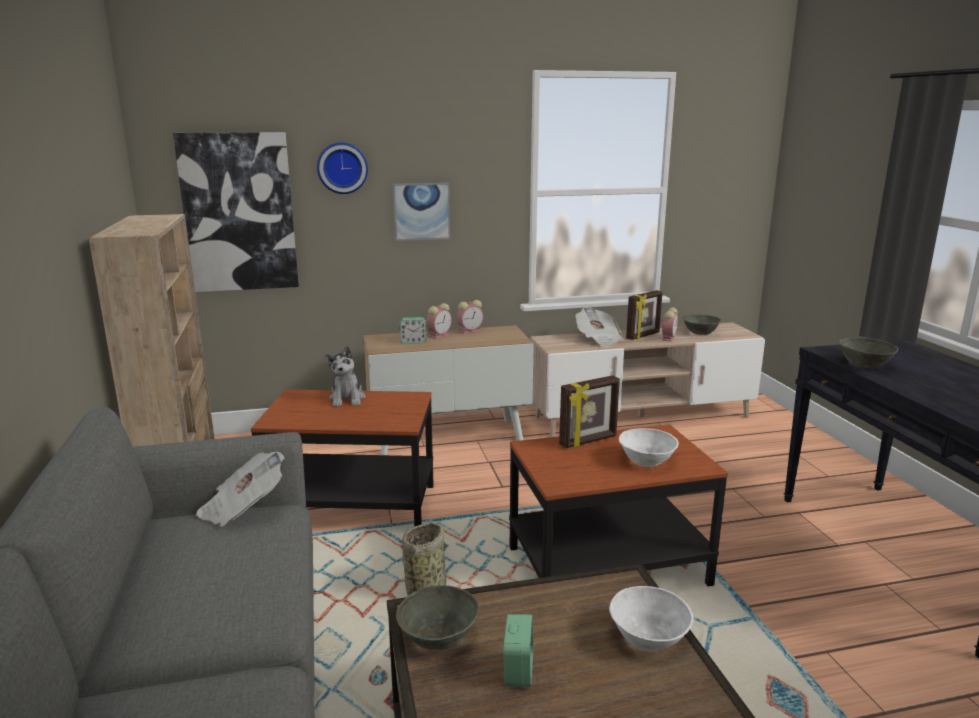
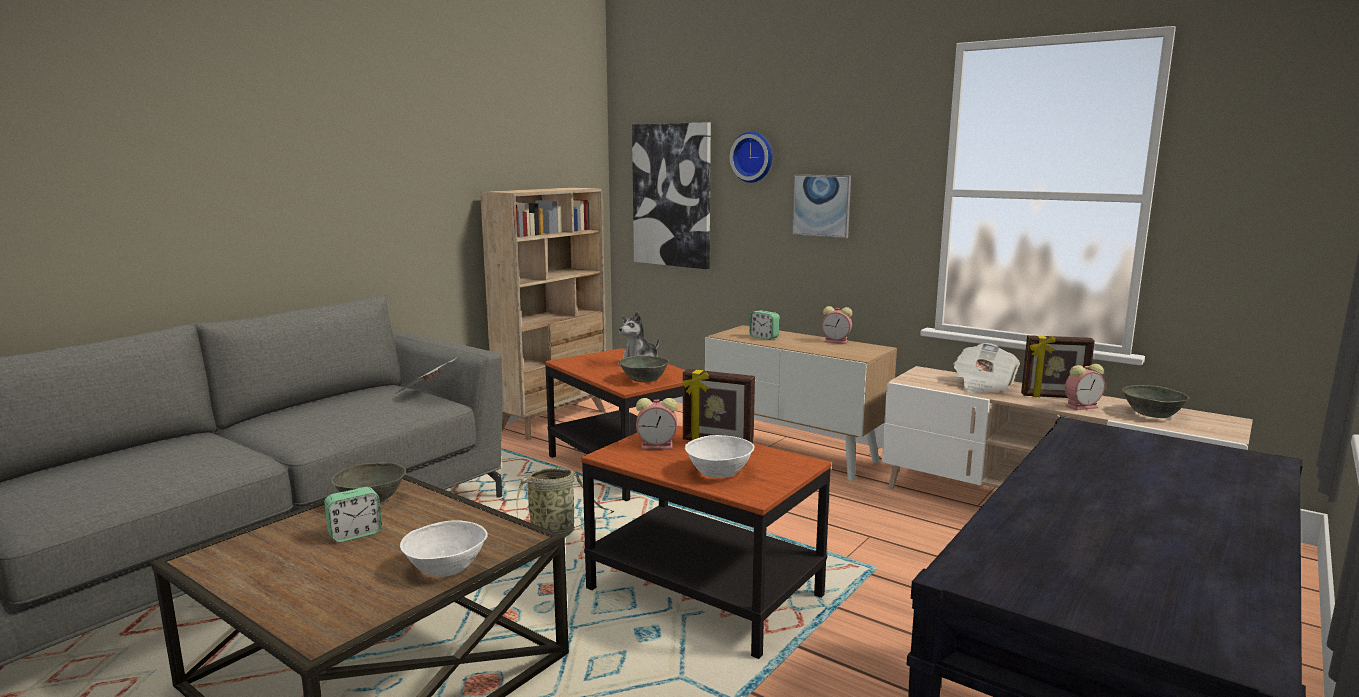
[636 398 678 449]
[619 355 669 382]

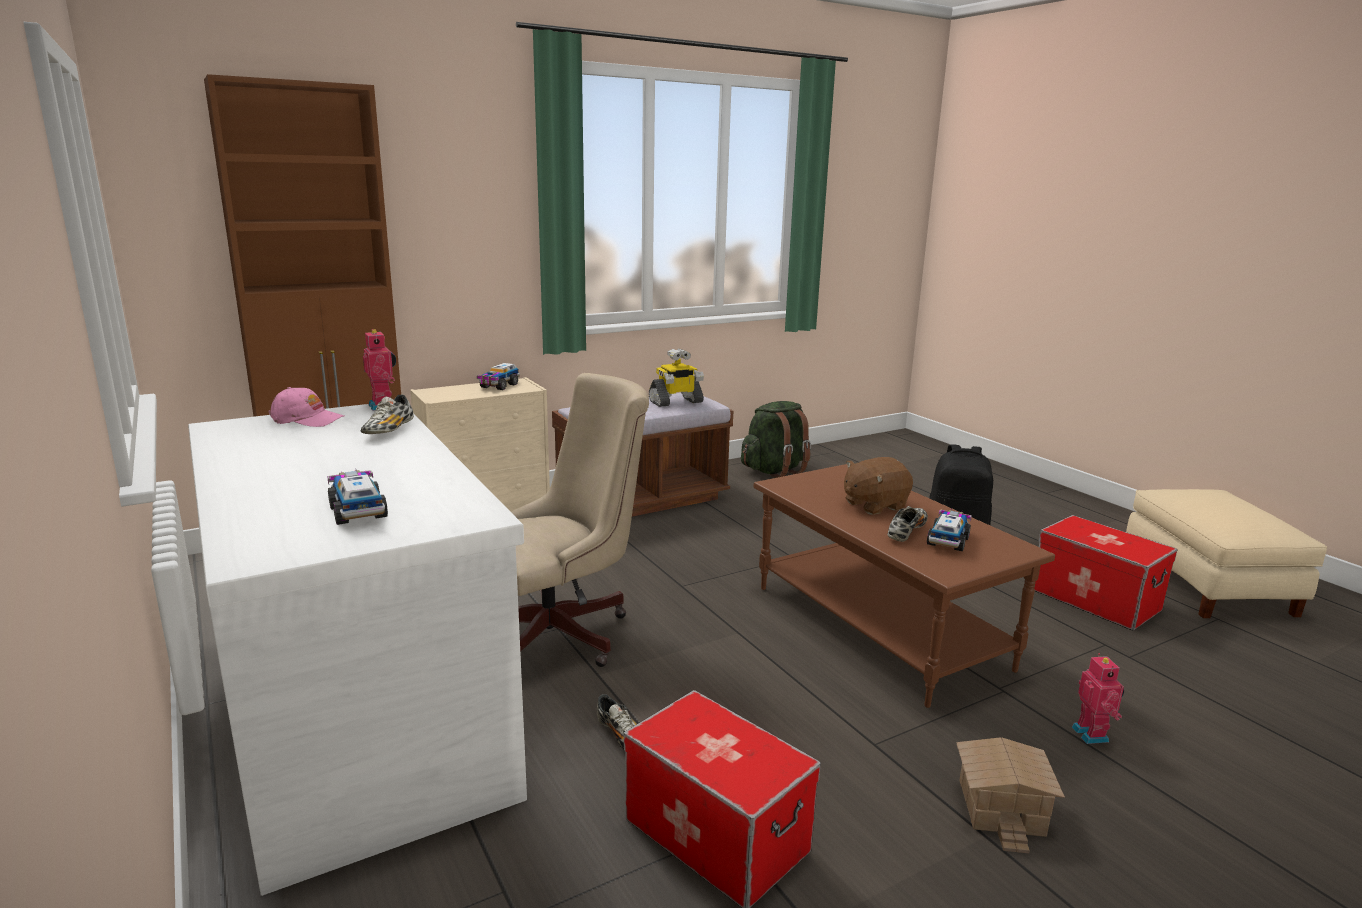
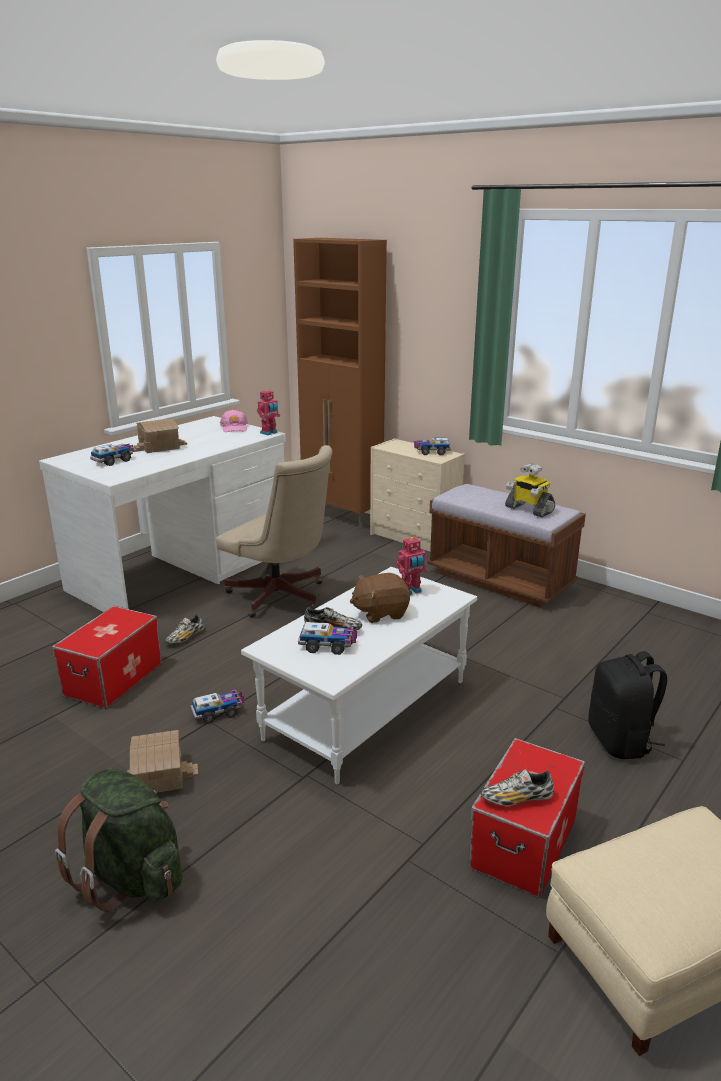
[480 770 554 806]
[55 768 183 912]
[350 573 410 623]
[241 567 477 784]
[396 537 427 595]
[133 418 187 453]
[191 690 244 724]

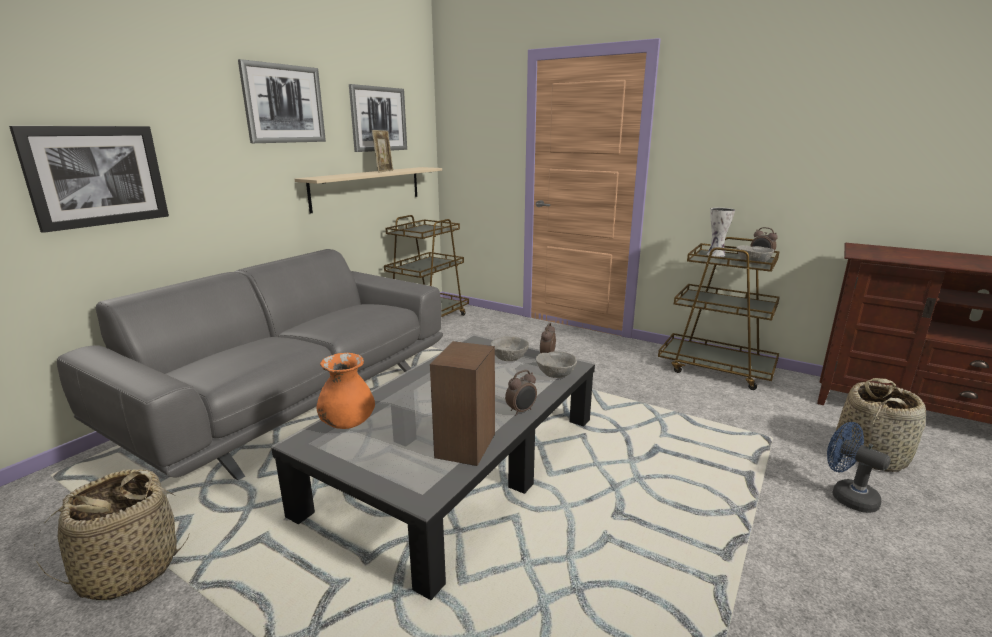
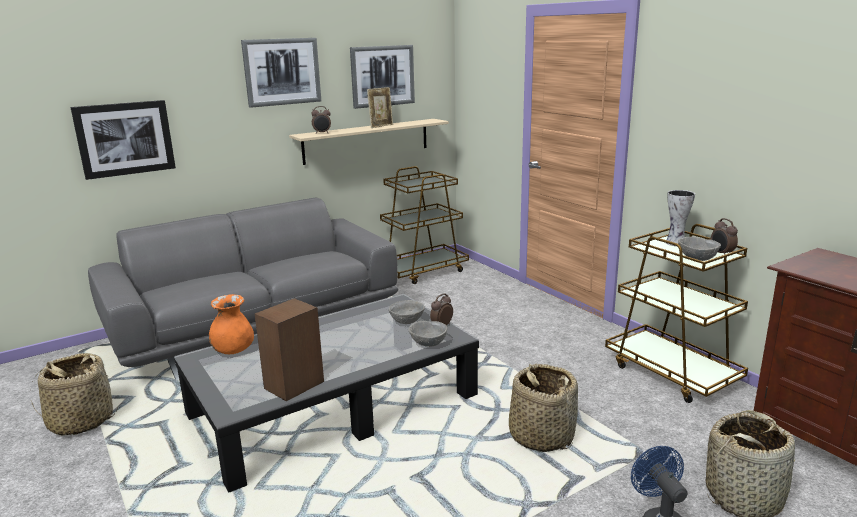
[311 106 331 134]
[509 364 578 452]

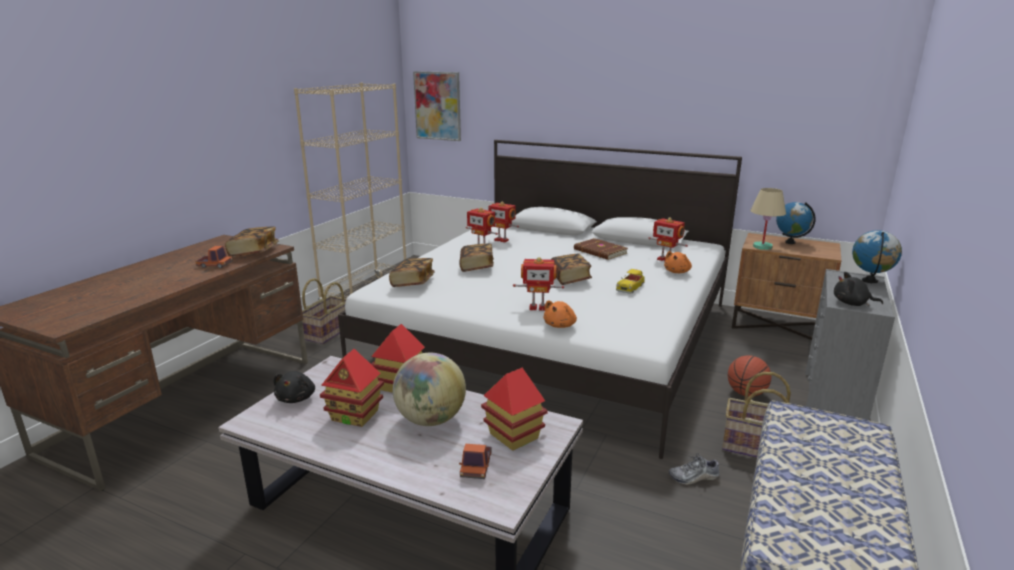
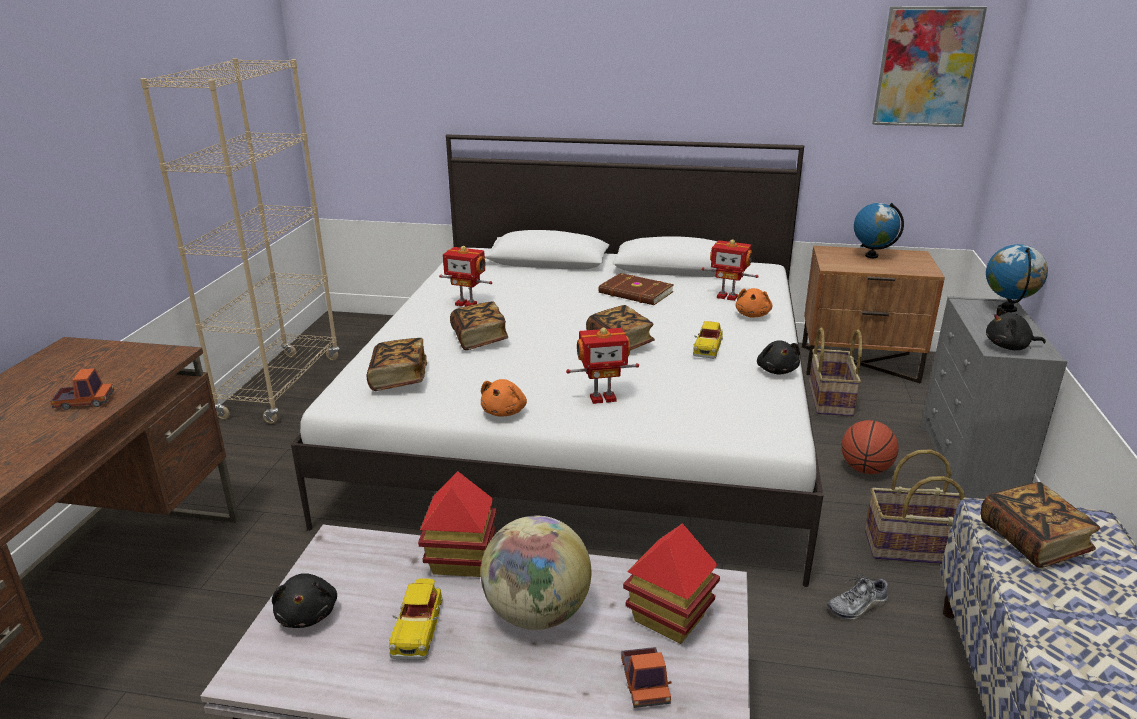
[872 6 987 127]
[750 188 786 250] (first image)
[489 201 519 243] (first image)
[981 482 1100 568]
[809 328 862 416]
[481 379 527 417]
[389 578 443 660]
[757 340 800 374]

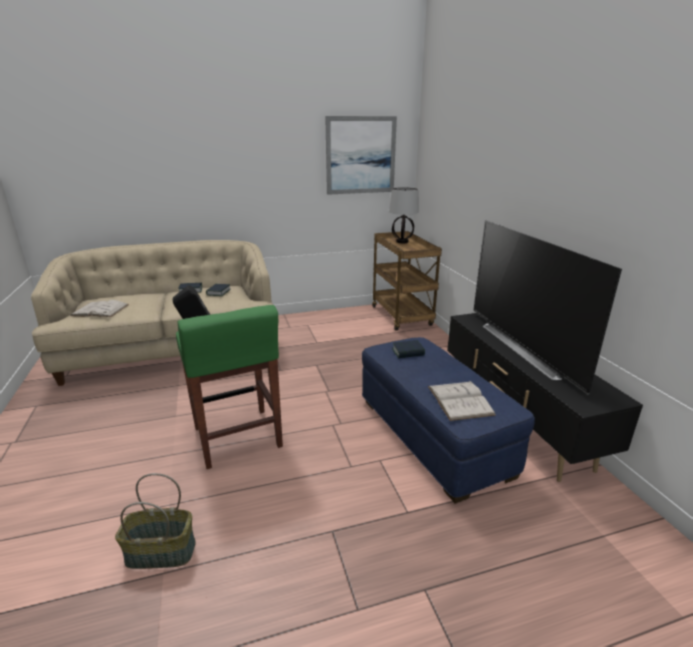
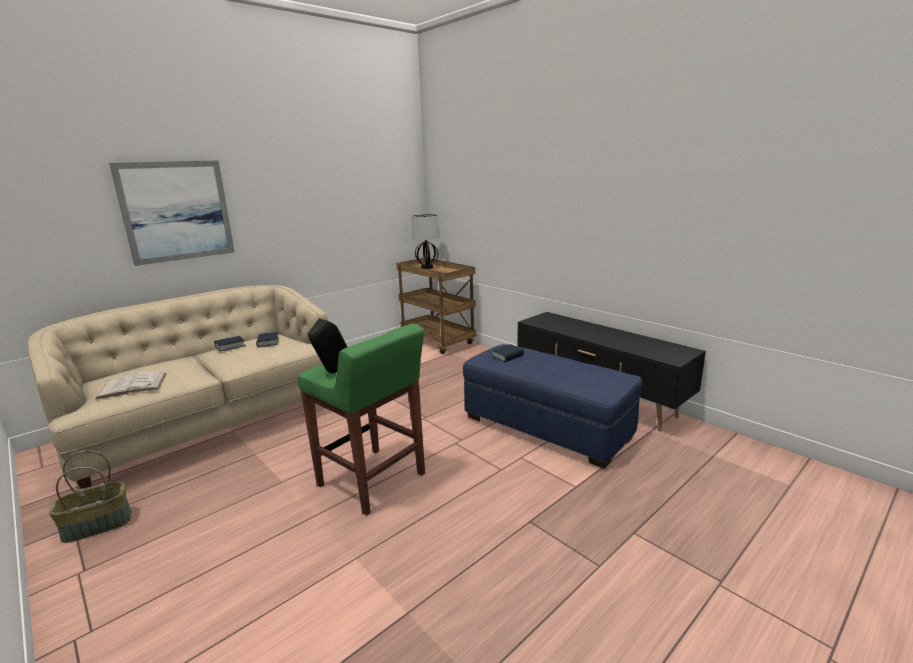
[109 160 235 266]
[473 220 622 394] (first image)
[428 381 496 421] (first image)
[49 451 131 543]

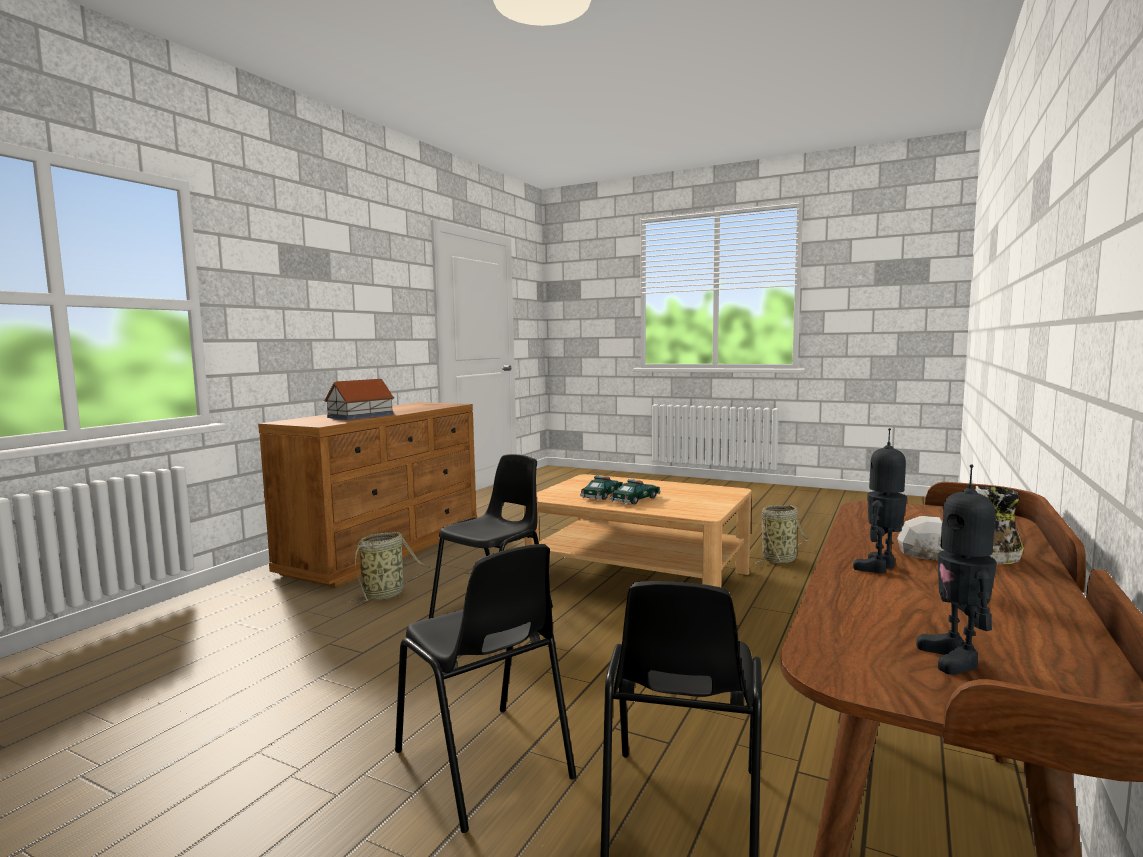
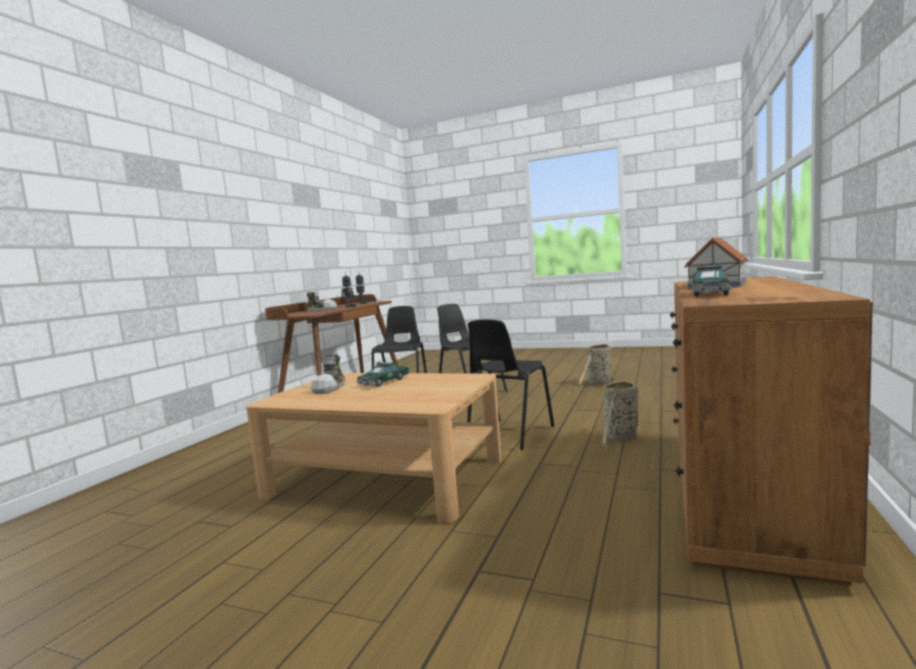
[691 264 732 296]
[579 344 615 389]
[311 355 345 394]

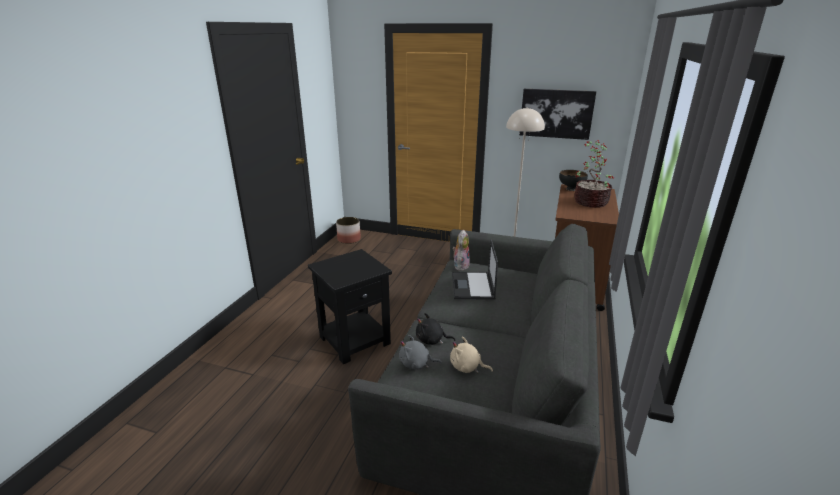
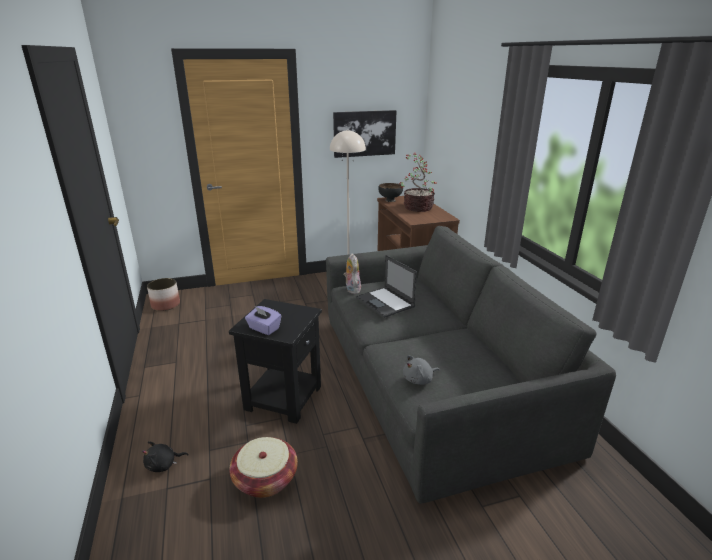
[142 441 188 472]
[450 337 493 373] (first image)
[245 306 281 335]
[229 437 298 498]

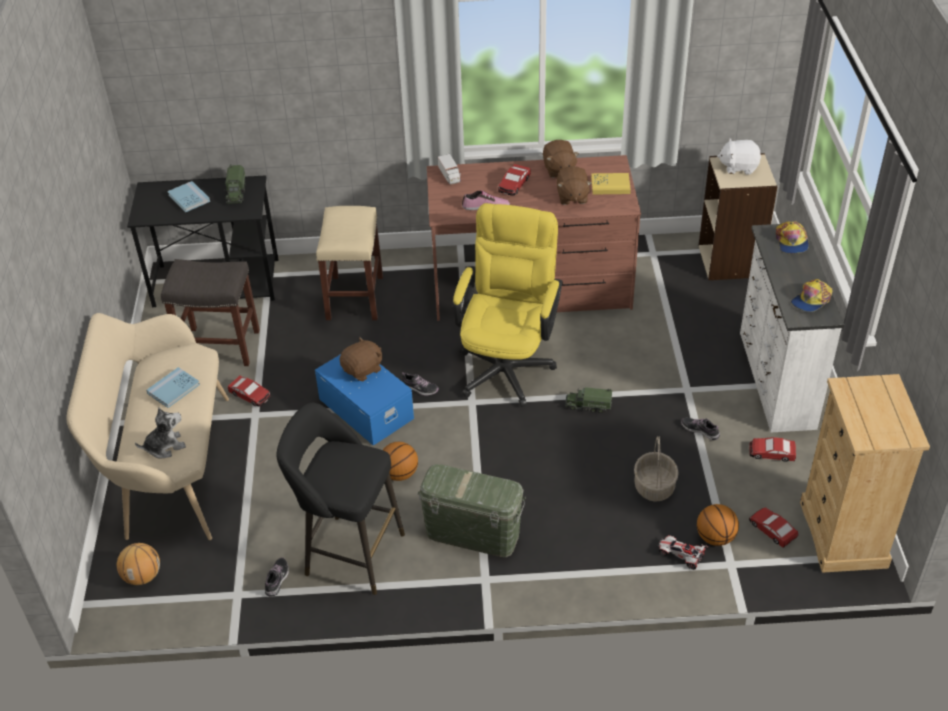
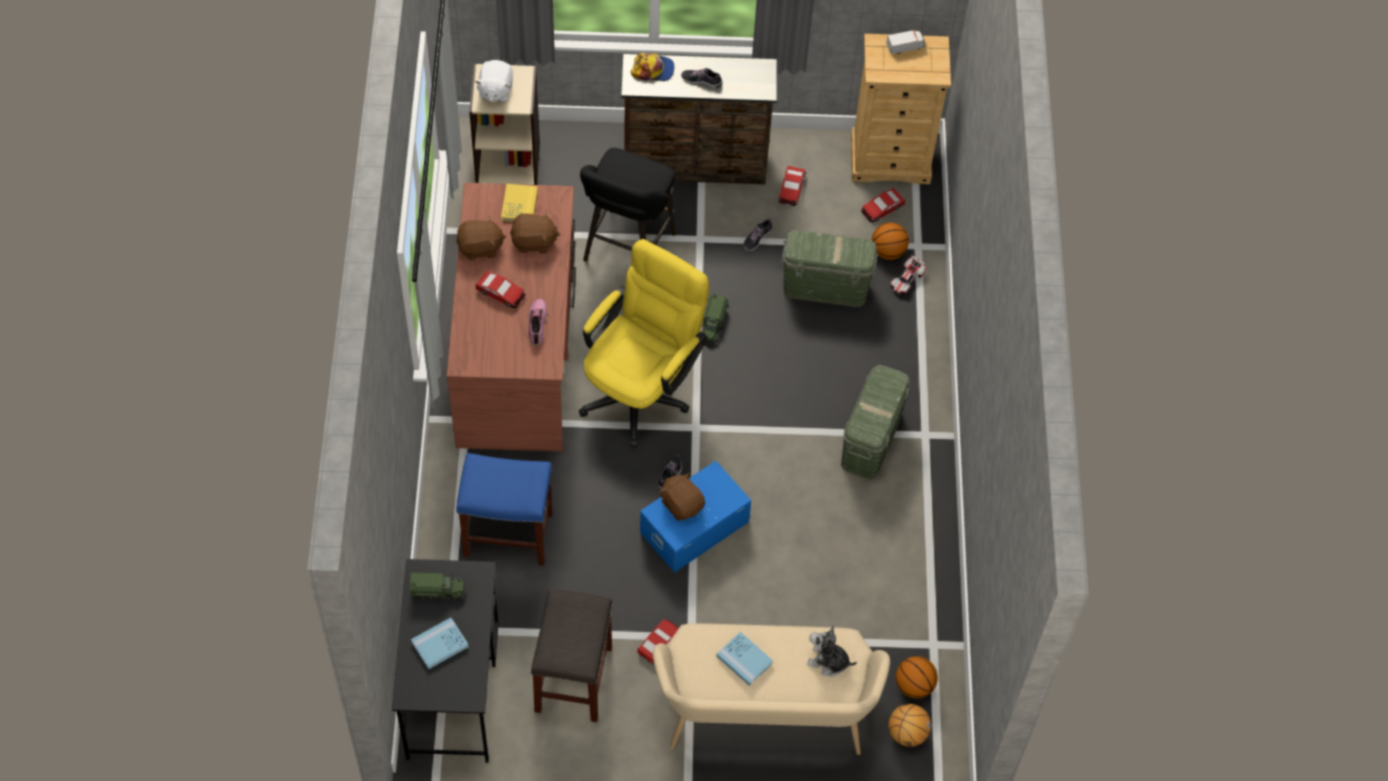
[886 30 925 54]
[579 239 709 447]
[456 453 552 566]
[621 54 777 185]
[791 279 832 312] (first image)
[580 148 676 262]
[807 626 857 677]
[781 230 879 307]
[896 656 938 698]
[681 68 722 88]

